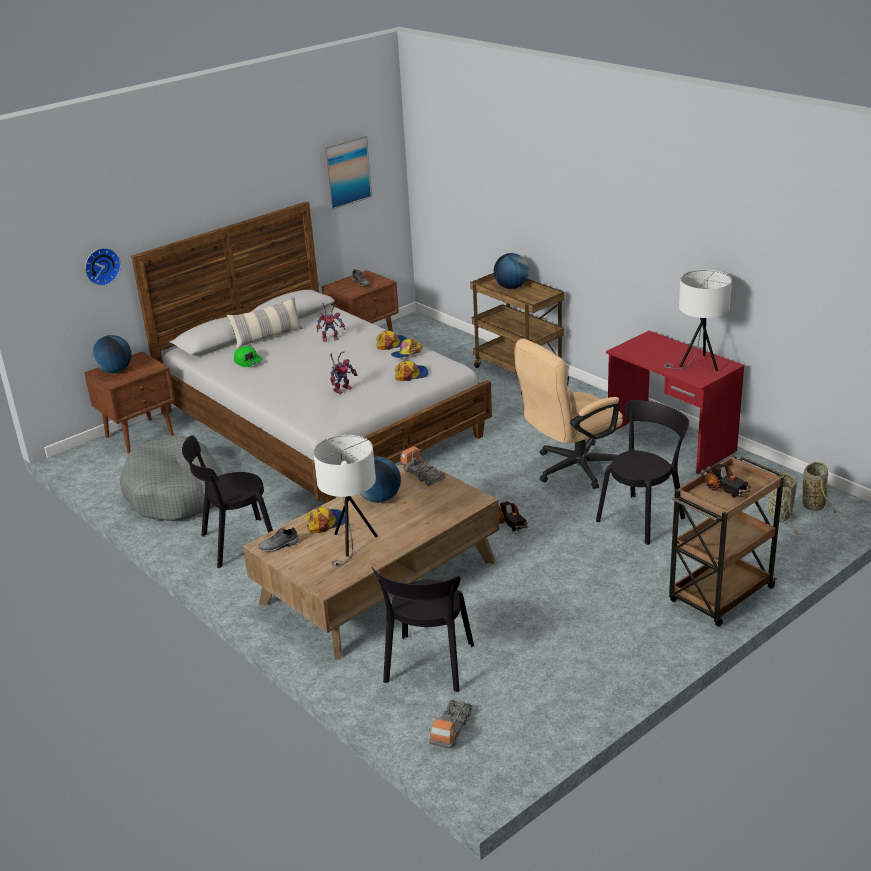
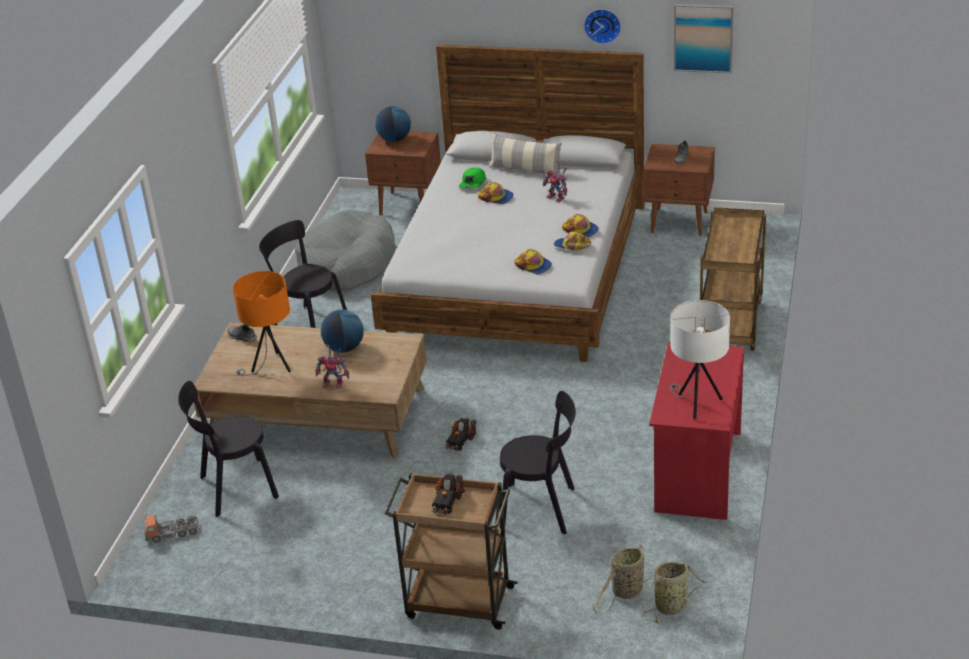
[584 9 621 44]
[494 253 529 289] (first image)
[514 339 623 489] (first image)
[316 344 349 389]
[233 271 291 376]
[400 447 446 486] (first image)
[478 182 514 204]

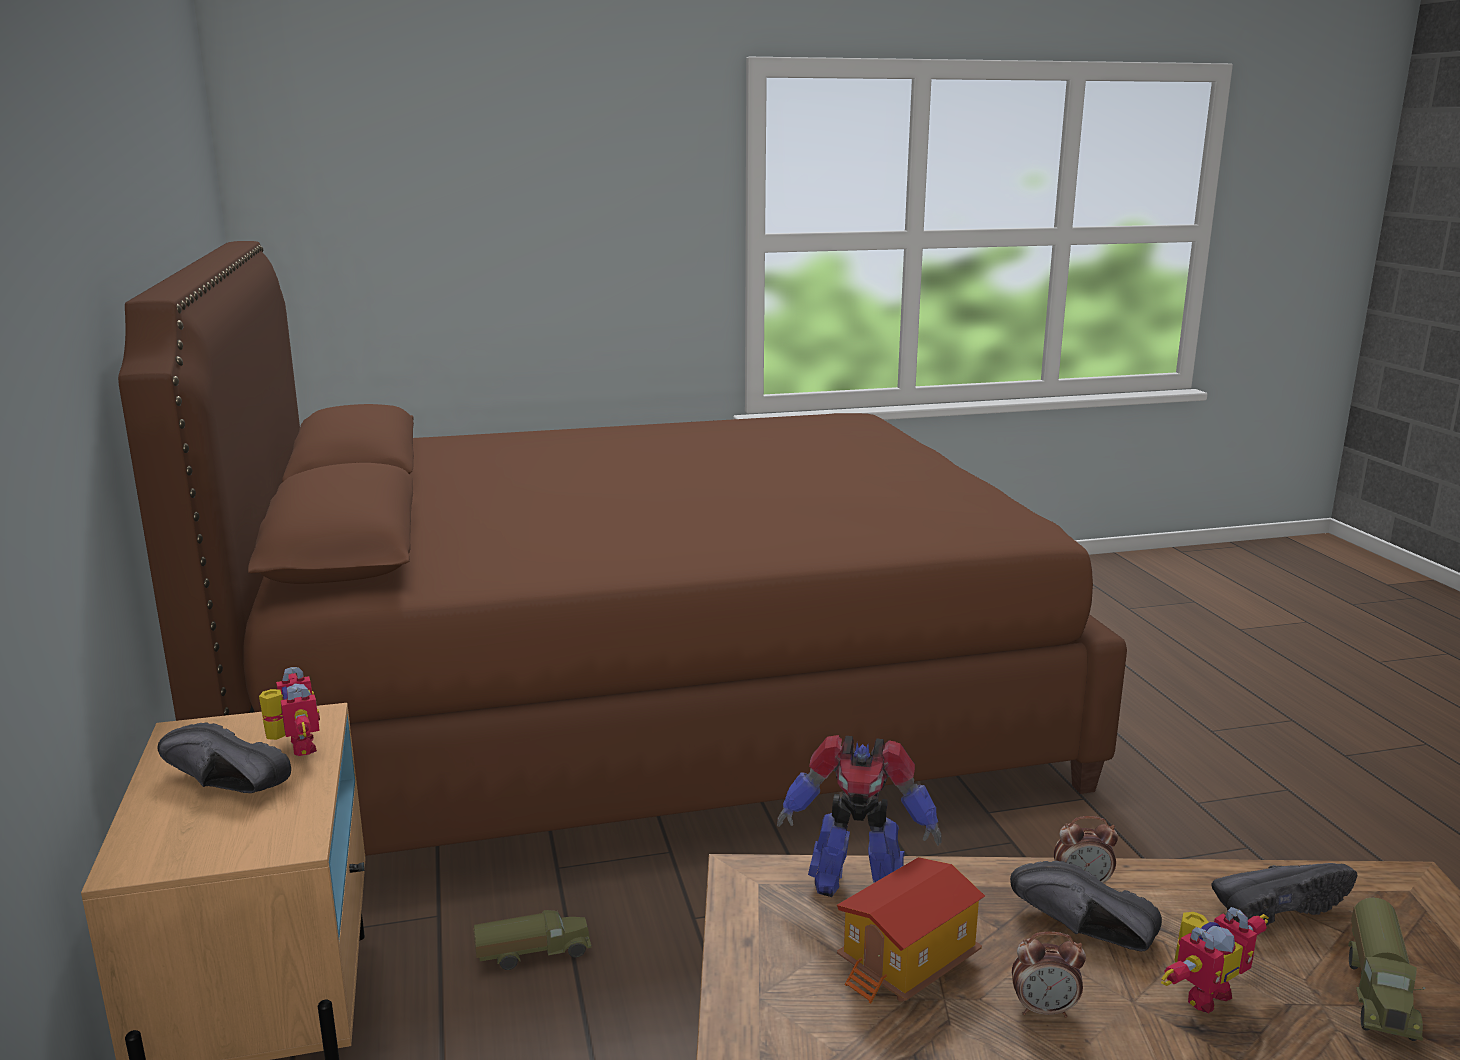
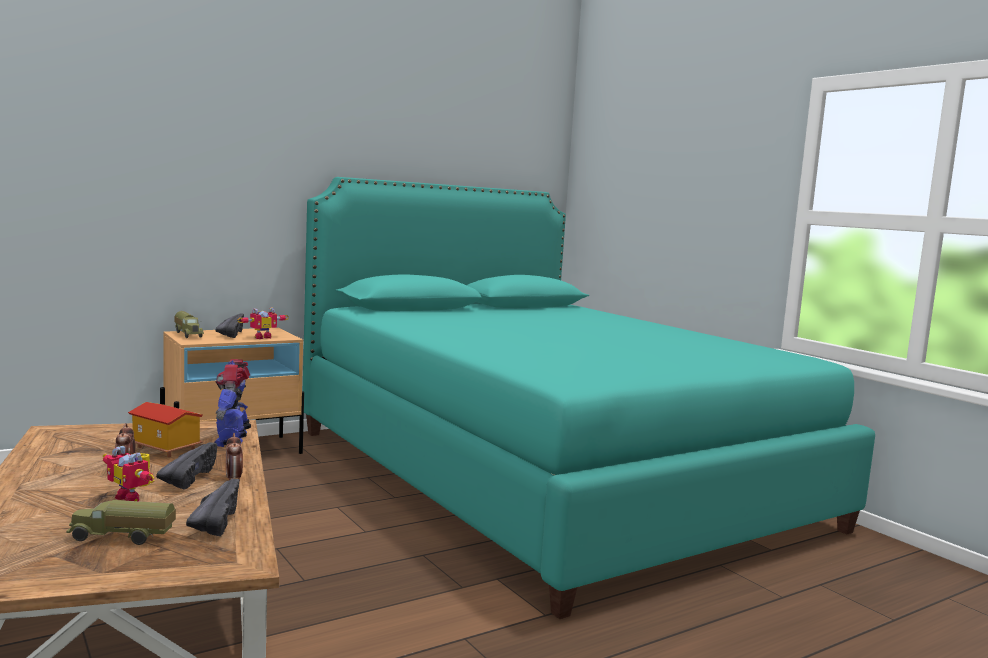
[303 177 875 619]
[186 479 239 536]
[174 311 204 338]

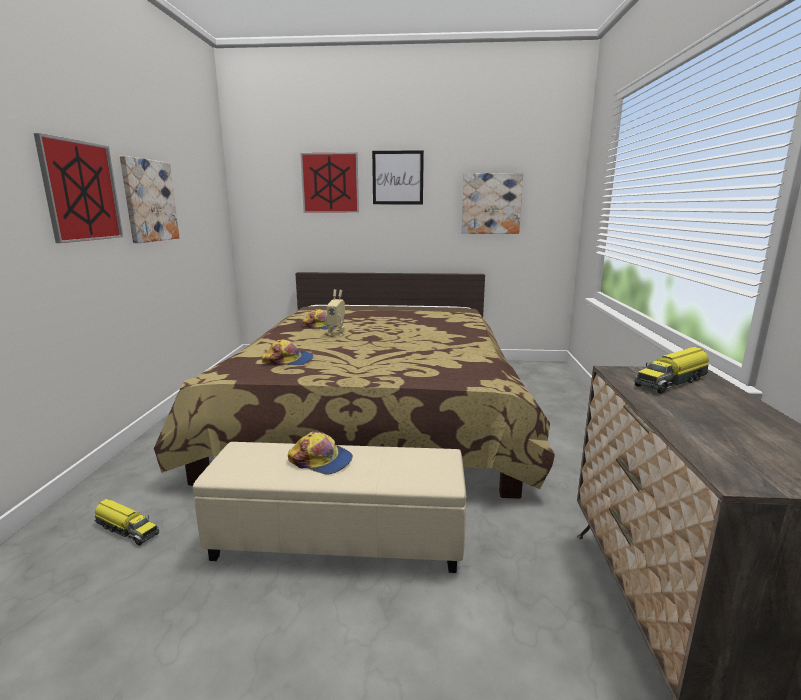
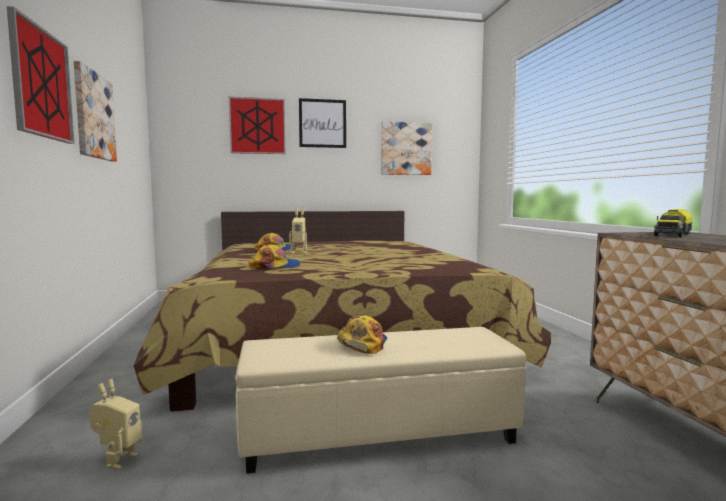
[337 315 387 354]
[89 379 142 470]

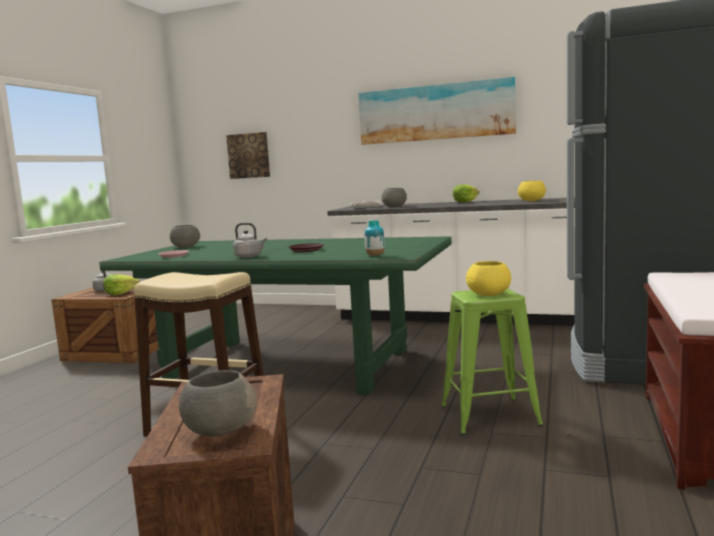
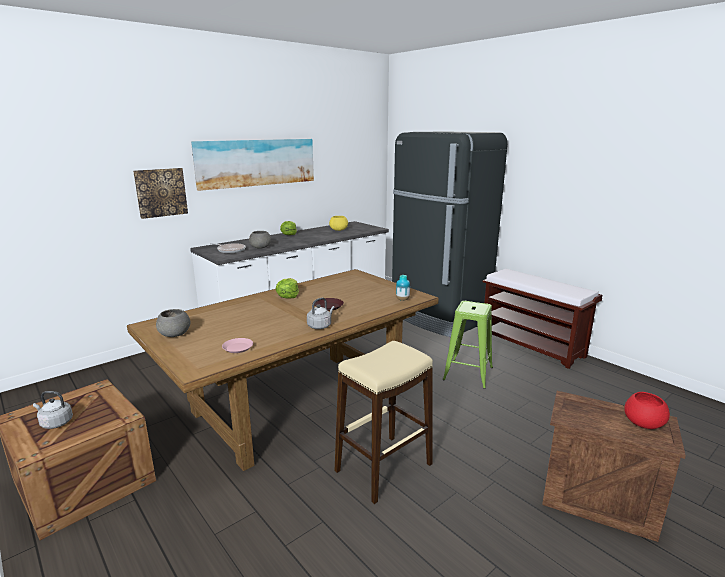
[133 168 188 219]
[127 269 439 471]
[466 261 511 296] (first image)
[276 278 299 299]
[624 392 670 429]

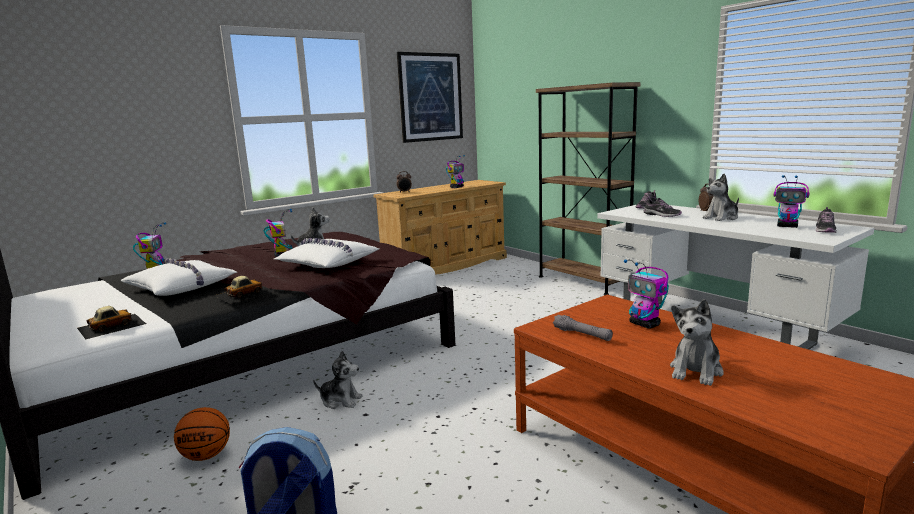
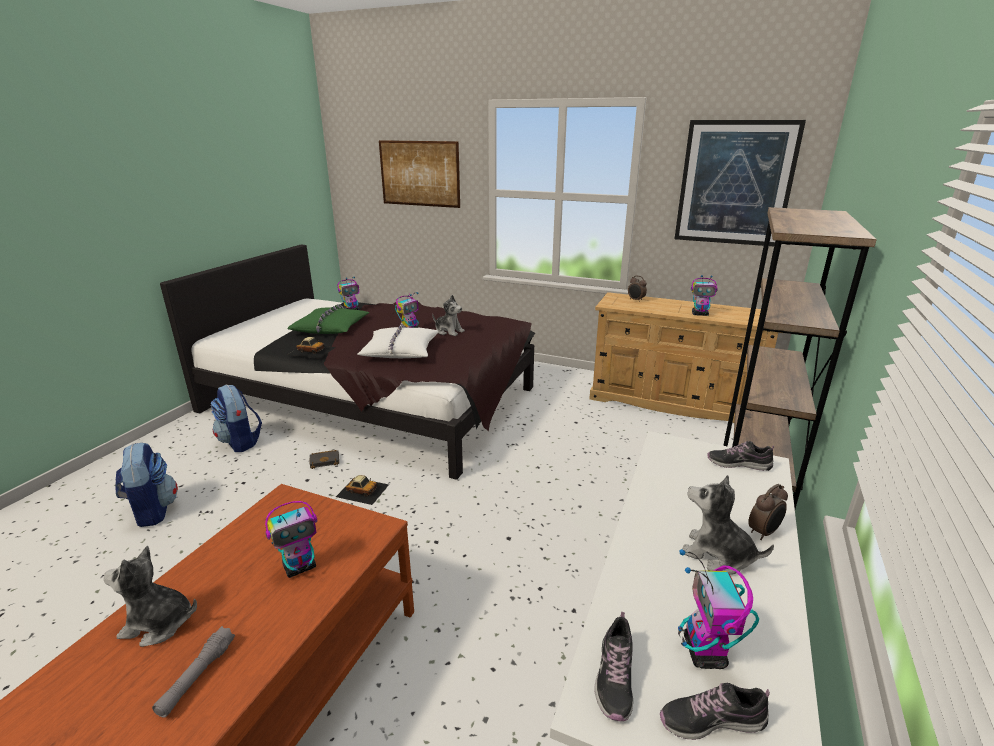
[595 612 633 721]
[288 304 369 334]
[265 501 317 578]
[336 475 389 505]
[152 626 235 718]
[309 450 339 469]
[211 385 262 452]
[379 140 460 208]

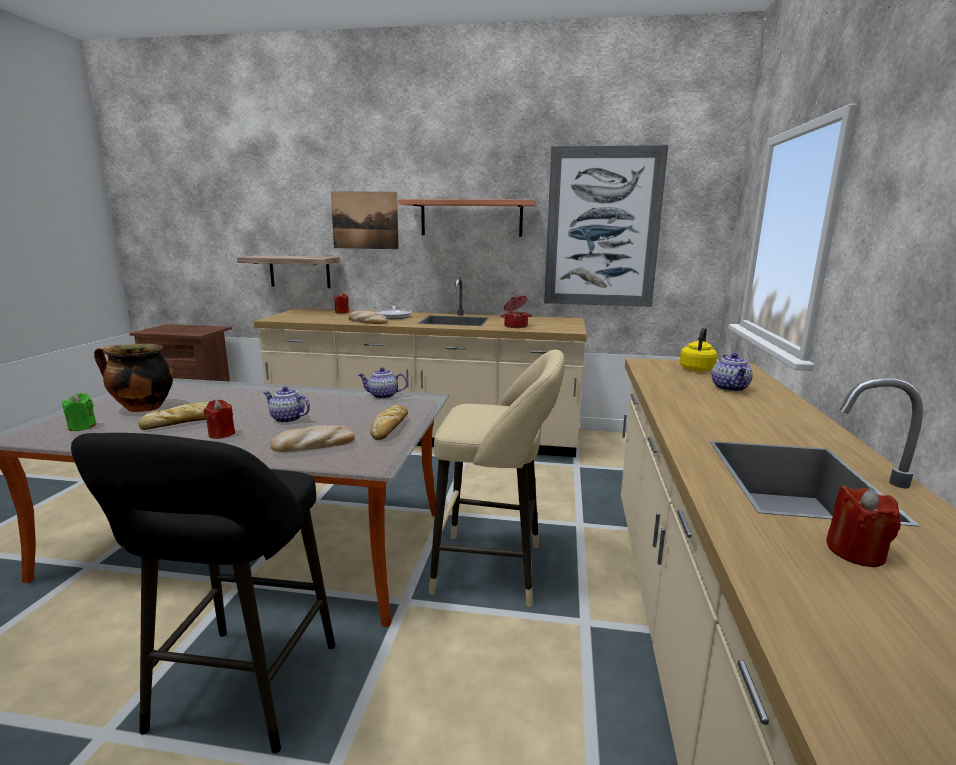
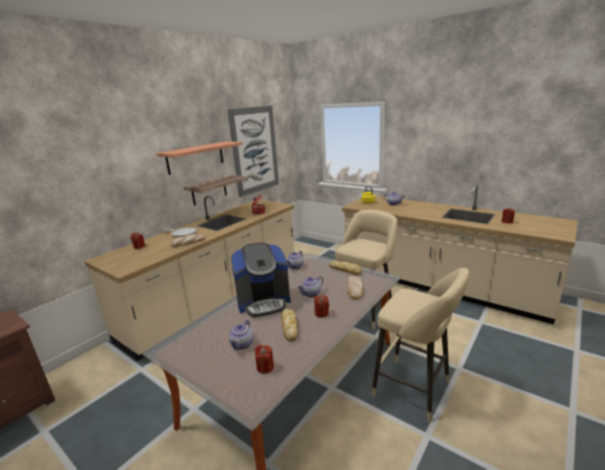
[331 192 399 249] (first image)
[184 175 247 206]
[229 320 254 350]
[254 345 274 374]
[371 268 470 422]
[231 243 291 317]

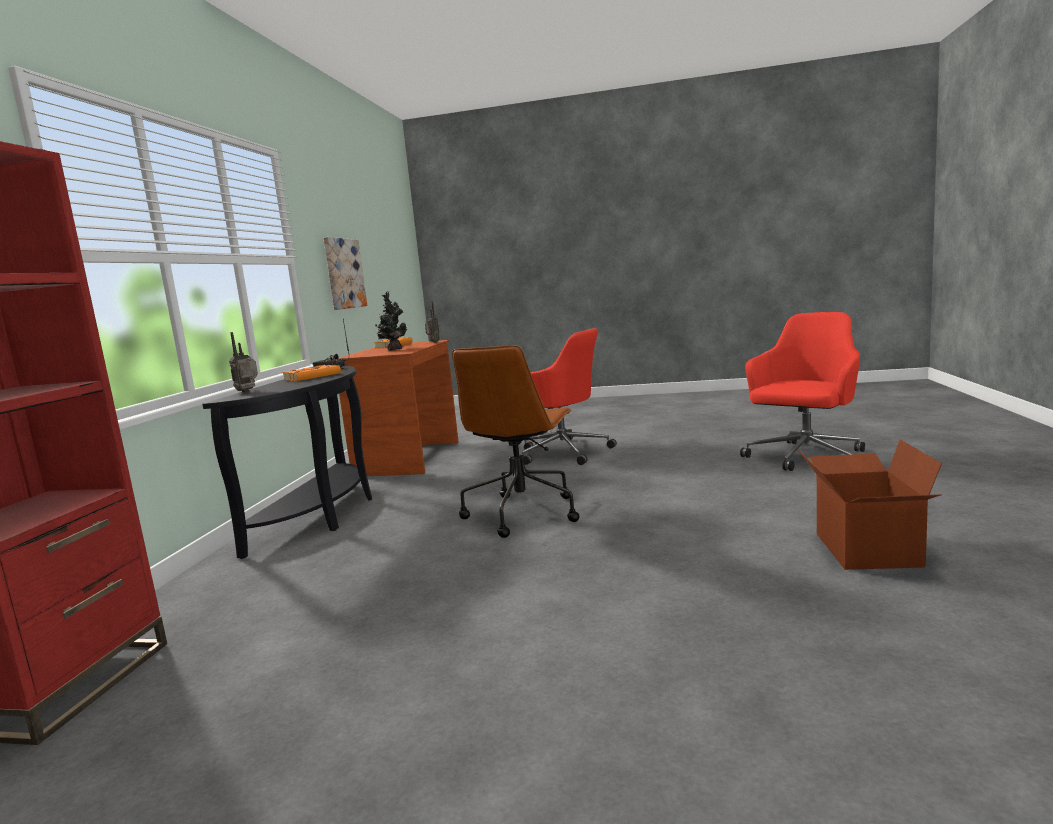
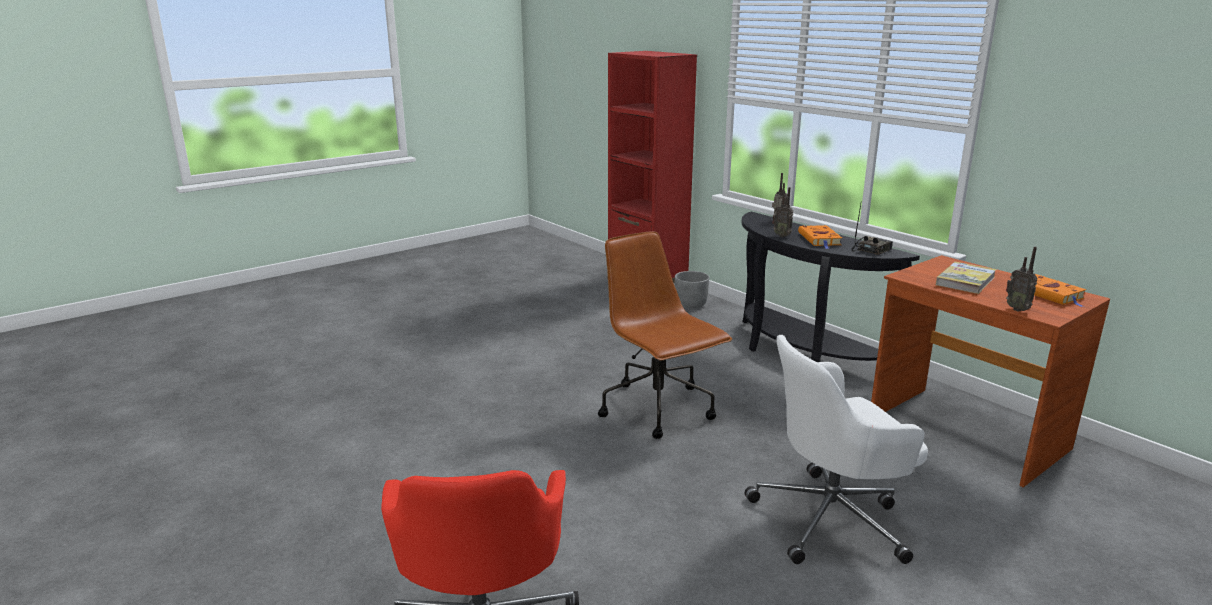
[323 237 367 310] (first image)
[936 262 996 294]
[745 335 928 564]
[797 439 942 570] (first image)
[772 187 793 237]
[675 271 709 309]

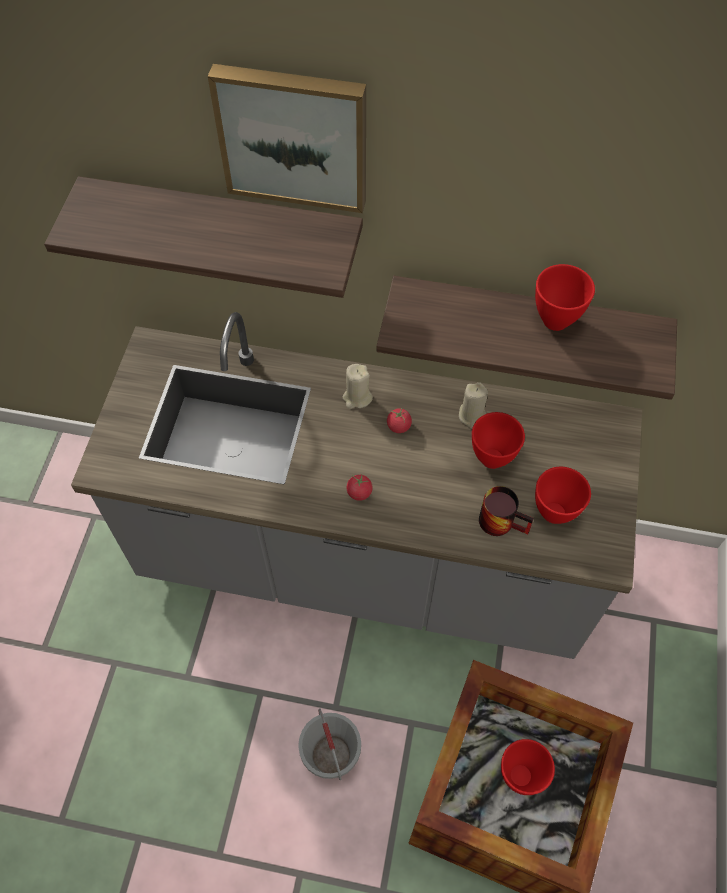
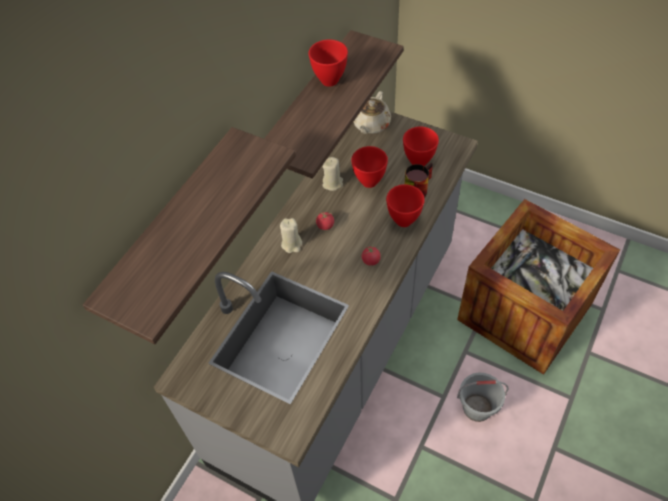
[208 64 366 213] (first image)
[386 184 425 227]
[354 91 391 134]

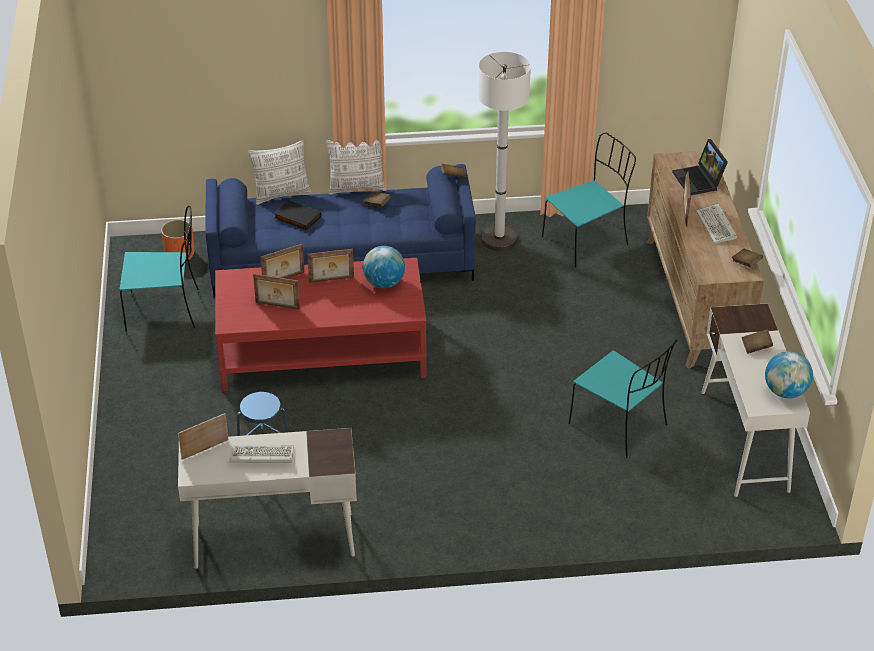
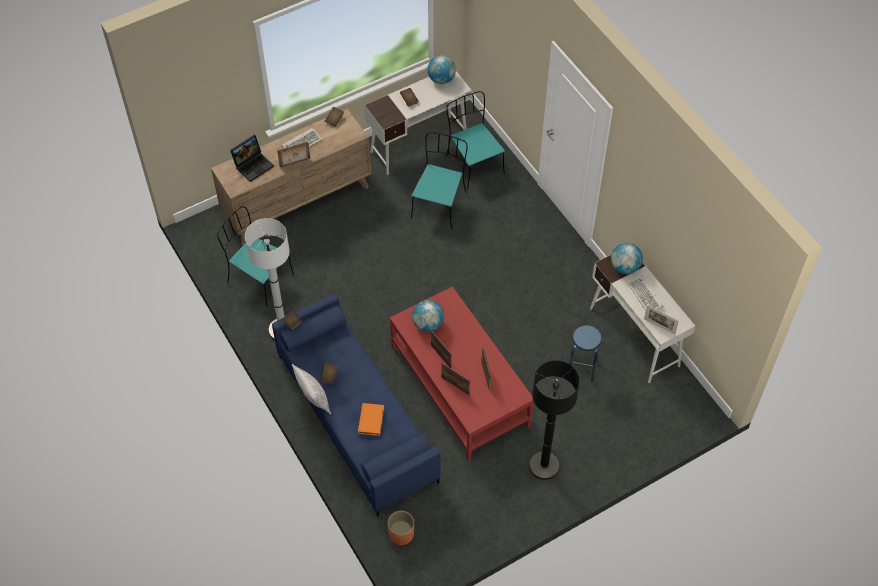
[248 140 312 205] (first image)
[358 403 384 436]
[446 91 505 189]
[611 243 643 274]
[529 360 580 480]

